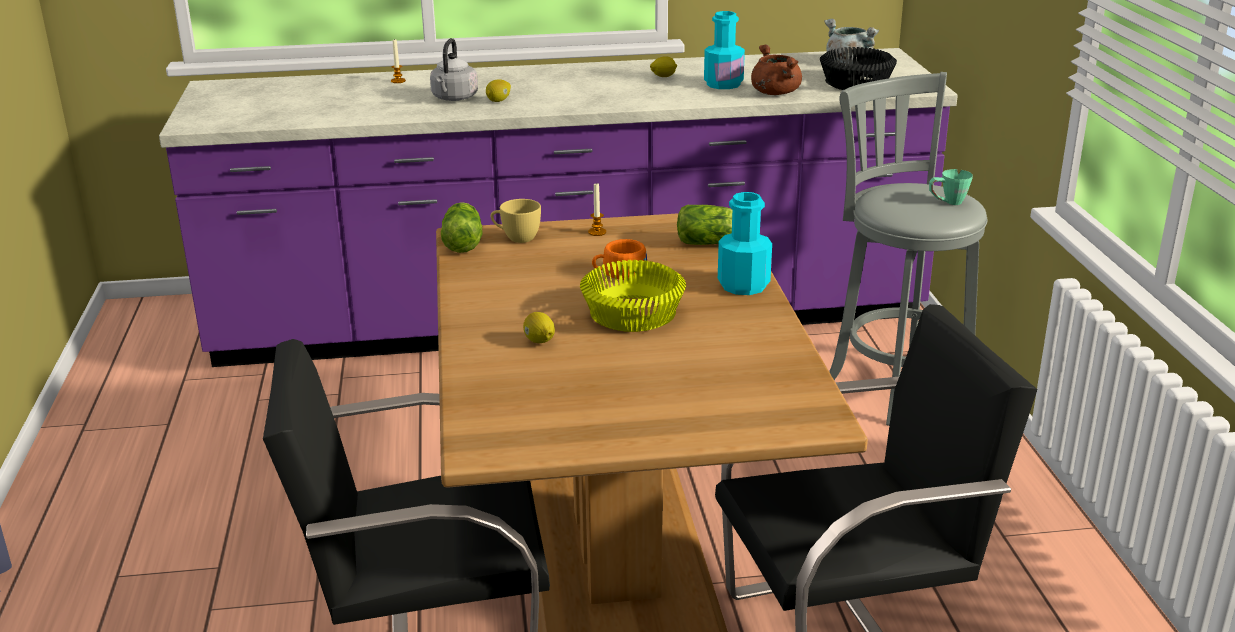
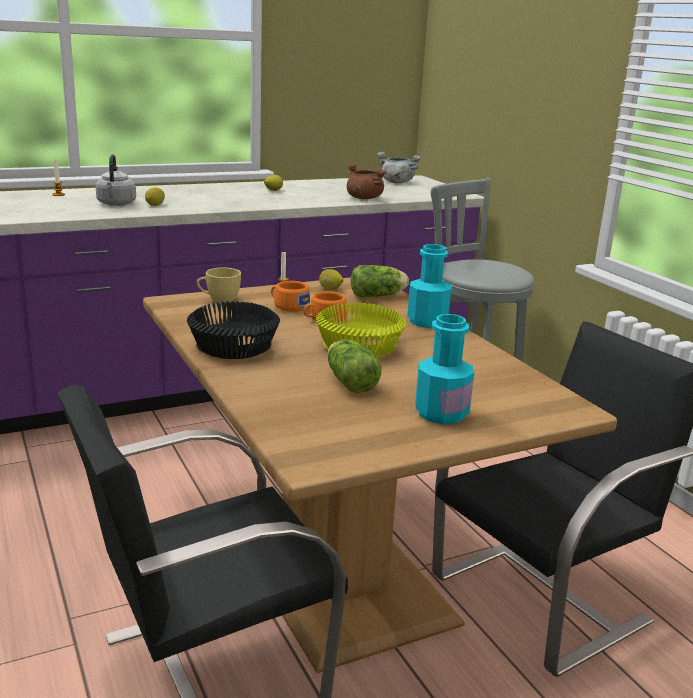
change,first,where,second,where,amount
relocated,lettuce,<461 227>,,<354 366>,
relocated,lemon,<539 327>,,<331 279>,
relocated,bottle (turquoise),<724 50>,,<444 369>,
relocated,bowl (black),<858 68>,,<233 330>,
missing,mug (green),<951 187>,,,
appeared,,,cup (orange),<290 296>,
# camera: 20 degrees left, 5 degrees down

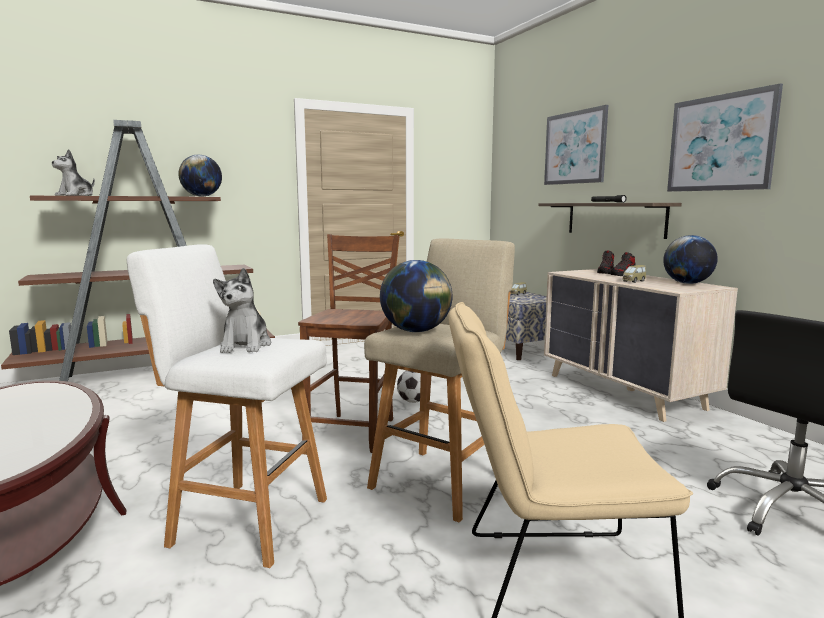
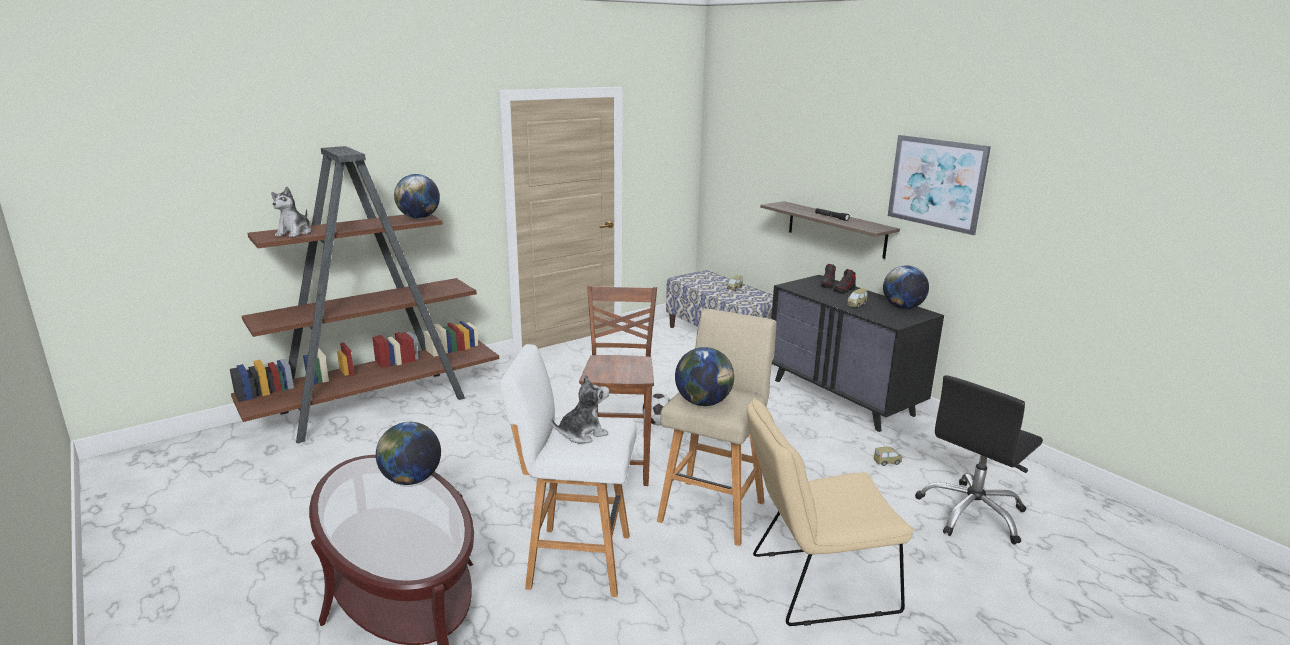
change,first,where,second,where,amount
spun,plush toy,<242 310>,,<580 409>,105 degrees counterclockwise
missing,picture,<576 145>,,,
colour,dresser (beige),<641 345>,dresser (black),<857 353>,
appeared,,,globe,<408 453>,
appeared,,,toy car,<888 456>,
# camera: 10 degrees left, 10 degrees up

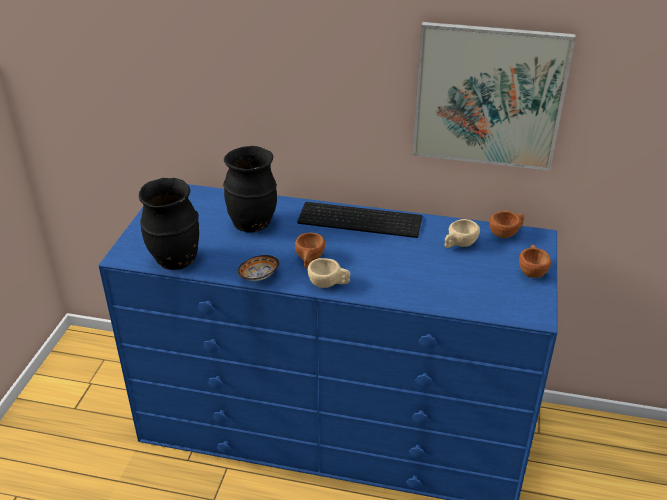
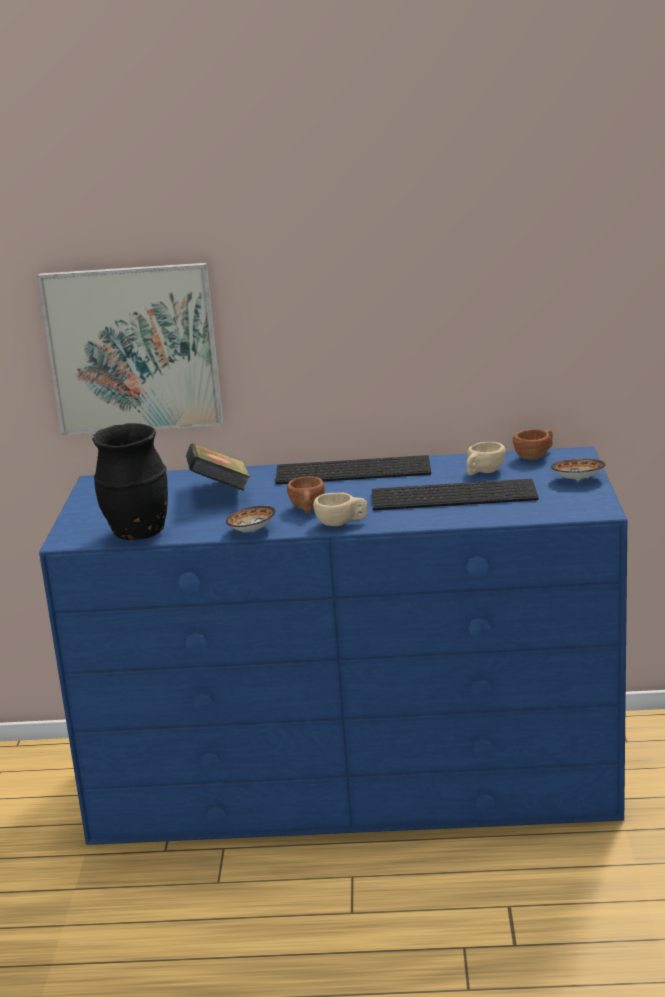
change,first,where,second,where,amount
exchanged,vase (black),<250 189>,book,<218 467>,
relocated,picture,<494 96>,,<130 349>,
exchanged,cup (brown),<535 261>,bowl,<578 469>,
appeared,,,keyboard,<455 494>,
# camera: 10 degrees left, 15 degrees down

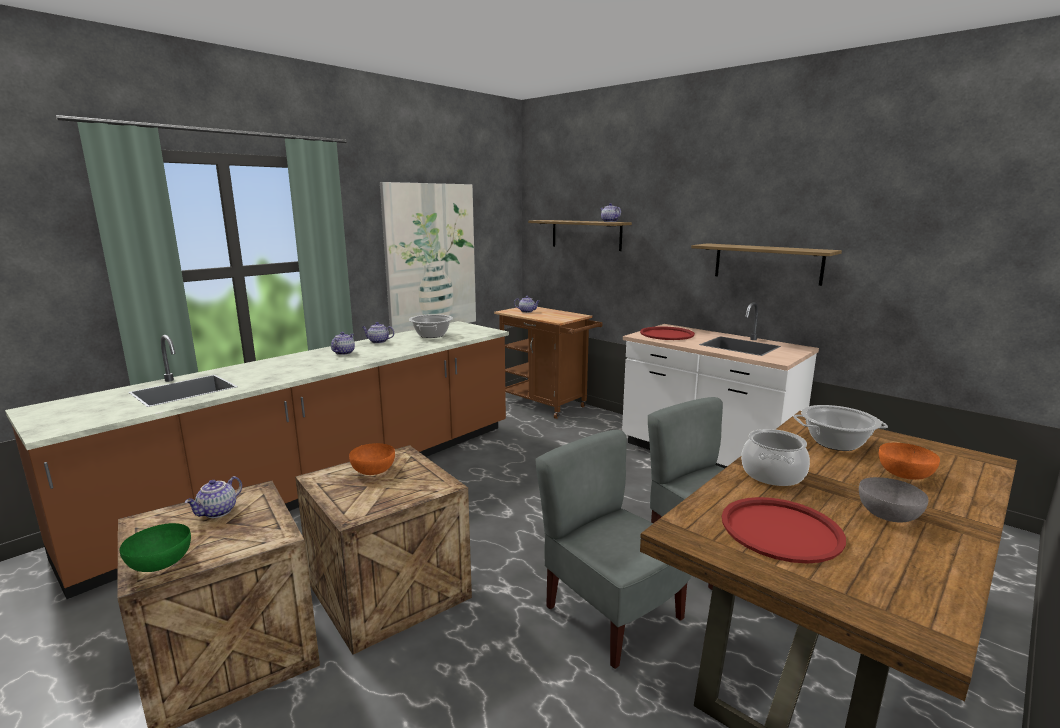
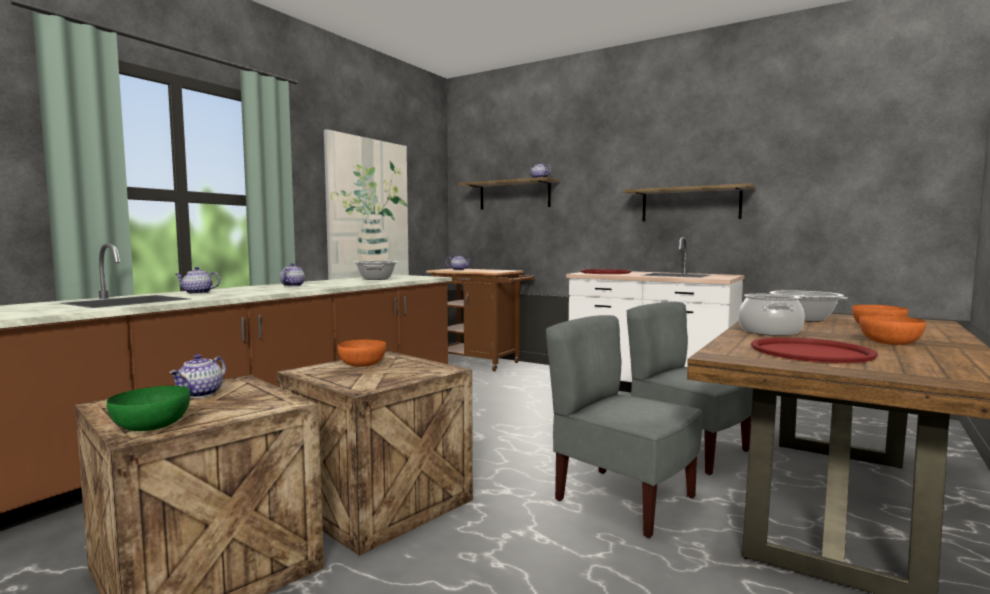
change,first,where,second,where,amount
relocated,teapot,<378 332>,,<197 280>,
colour,bowl (grey),<894 500>,bowl (orange),<892 330>,
# camera: 10 degrees left, 10 degrees down

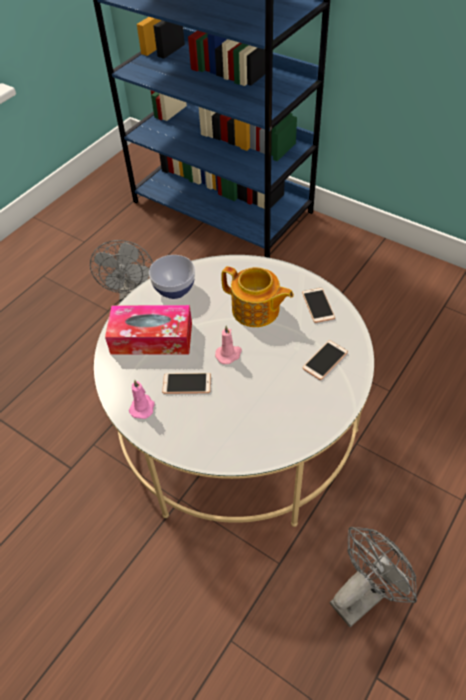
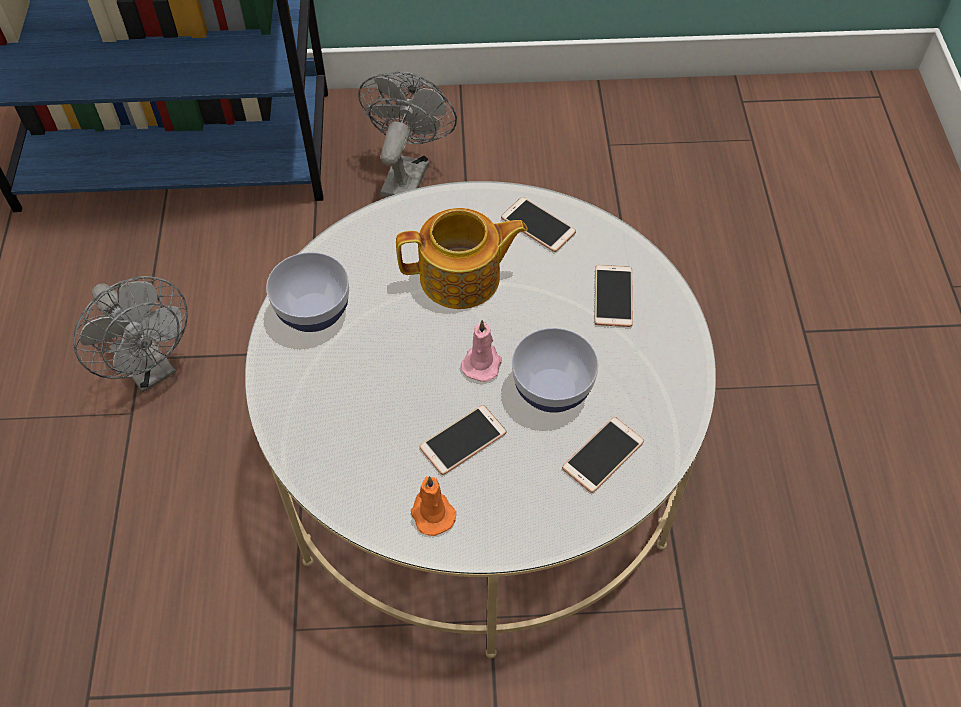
change,first,where,second,where,amount
missing,tissue box,<148 330>,,,
colour,candle (pink),<142 399>,candle (orange),<433 506>,
relocated,fan (grey),<373 577>,,<407 135>,
appeared,,,bowl,<555 370>,
appeared,,,phone,<603 455>,
# camera: 40 degrees left, 5 degrees up

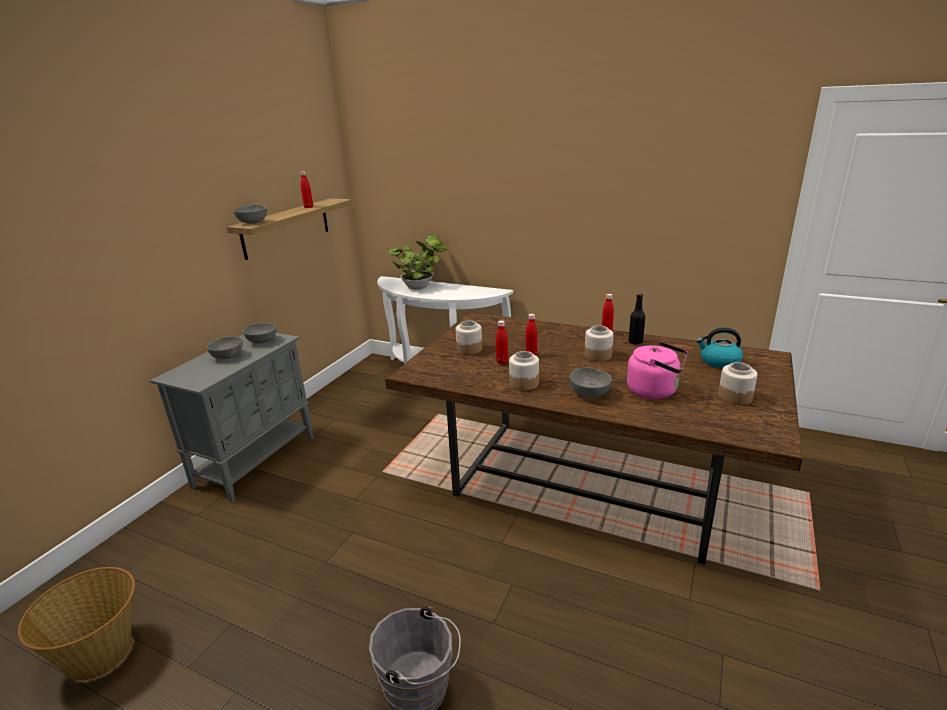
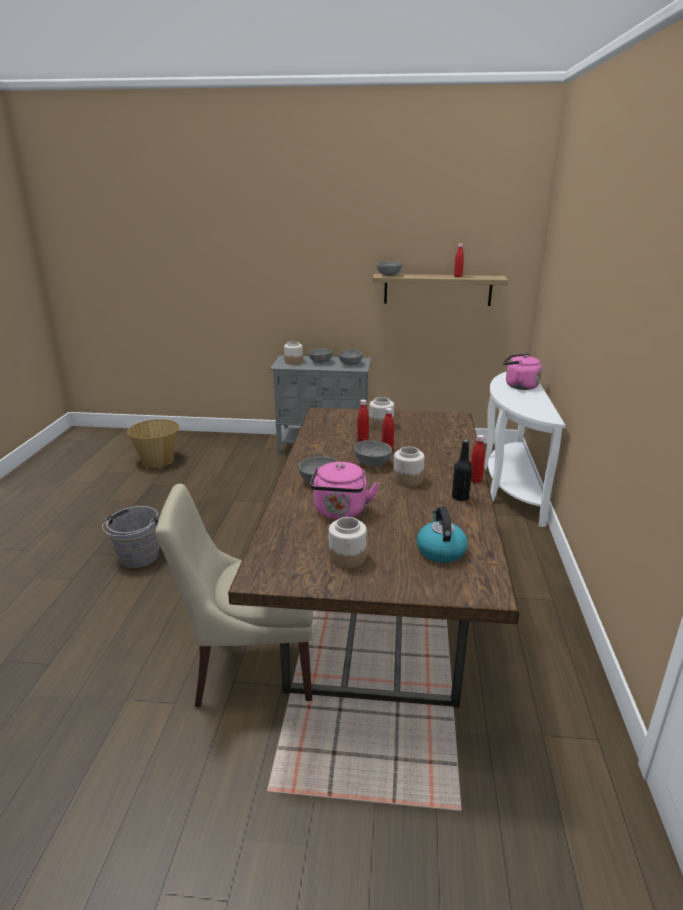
change,first,where,second,where,amount
exchanged,potted plant,<418 262>,kettle (pink),<522 371>,
relocated,jar,<524 371>,,<293 353>,
appeared,,,chair (beige),<234 595>,
appeared,,,bowl (grey),<373 453>,
# camera: 70 degrees right, 0 degrees up

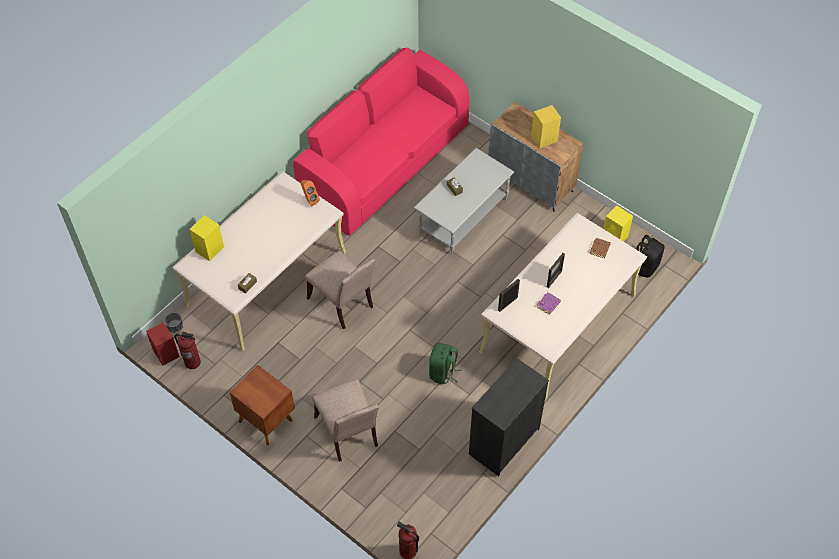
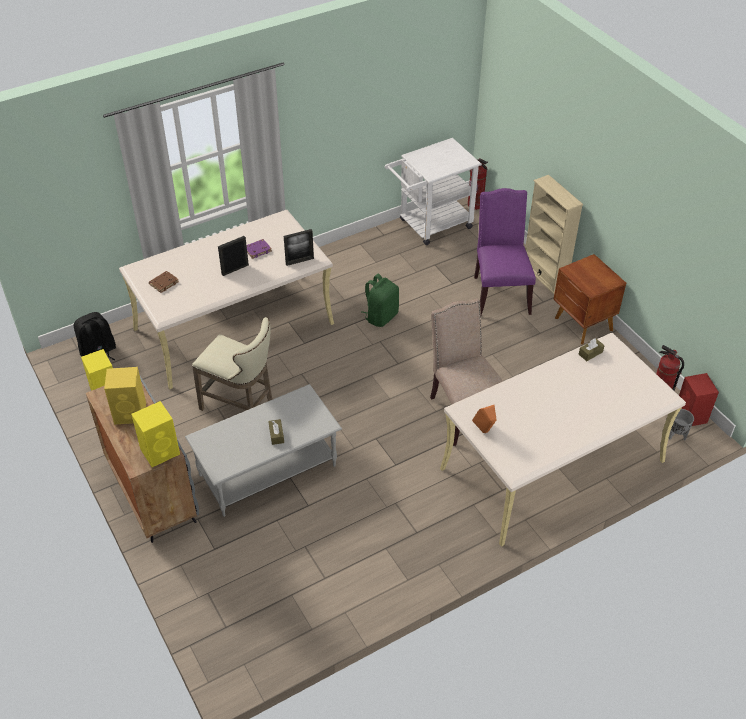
change,first,where,second,where,amount
relocated,speaker (yellow),<206 238>,,<155 434>,
missing,sofa (pink),<381 142>,,,
colour,chair (beige),<345 420>,chair (purple),<505 251>,
missing,dresser (black),<509 417>,,,
appeared,,,stool (beige),<232 364>,
appeared,,,cart (white),<433 191>,
appeared,,,bookcase (beige),<554 234>,
# camera: 160 degrees left, 10 degrees down

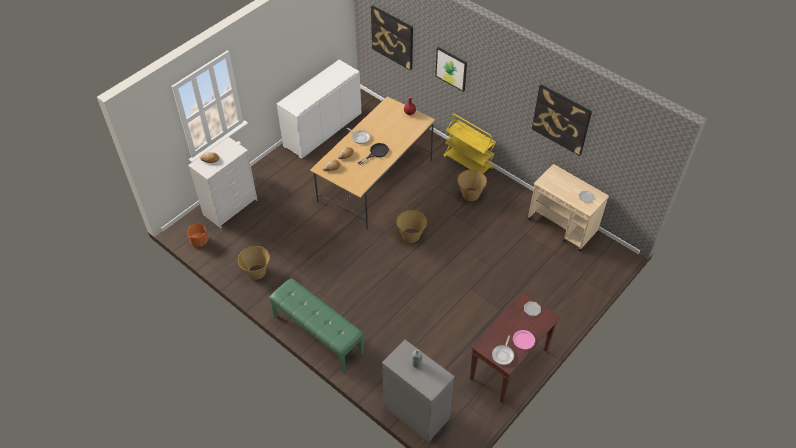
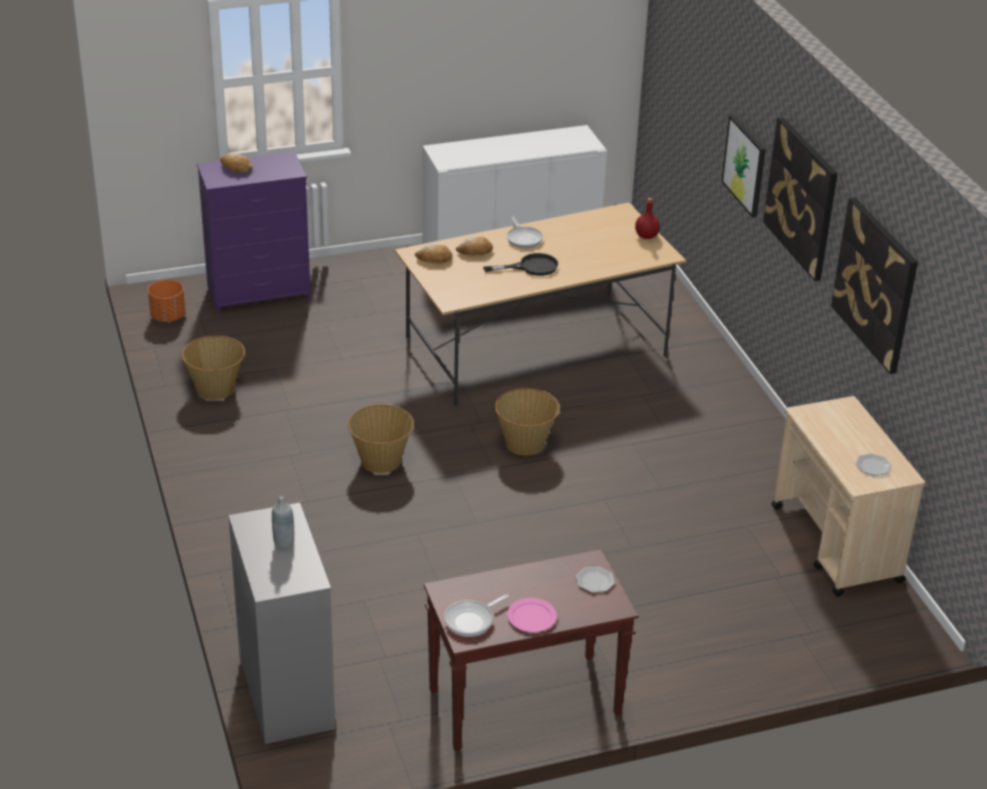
change,first,where,second,where,amount
colour,dresser (white),<222 182>,dresser (purple),<254 232>,
missing,bench (green),<316 325>,,,
relocated,picture,<392 38>,,<800 199>,
missing,cart (yellow),<469 144>,,,
relocated,basket,<472 185>,,<381 438>,
# camera: 30 degrees right, 15 degrees down

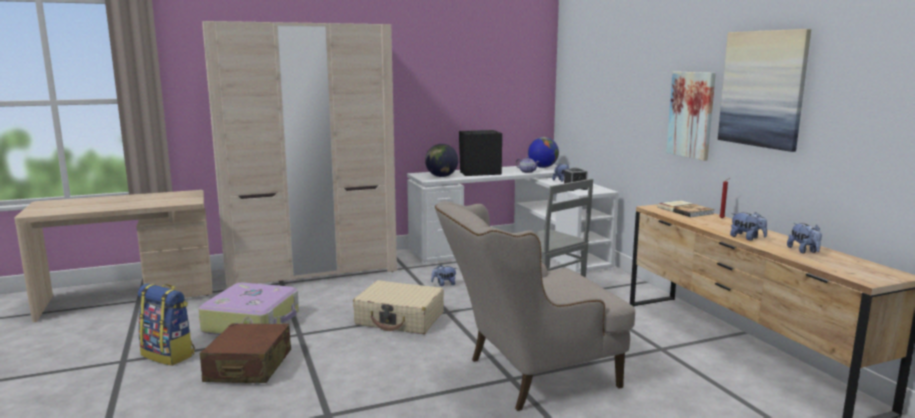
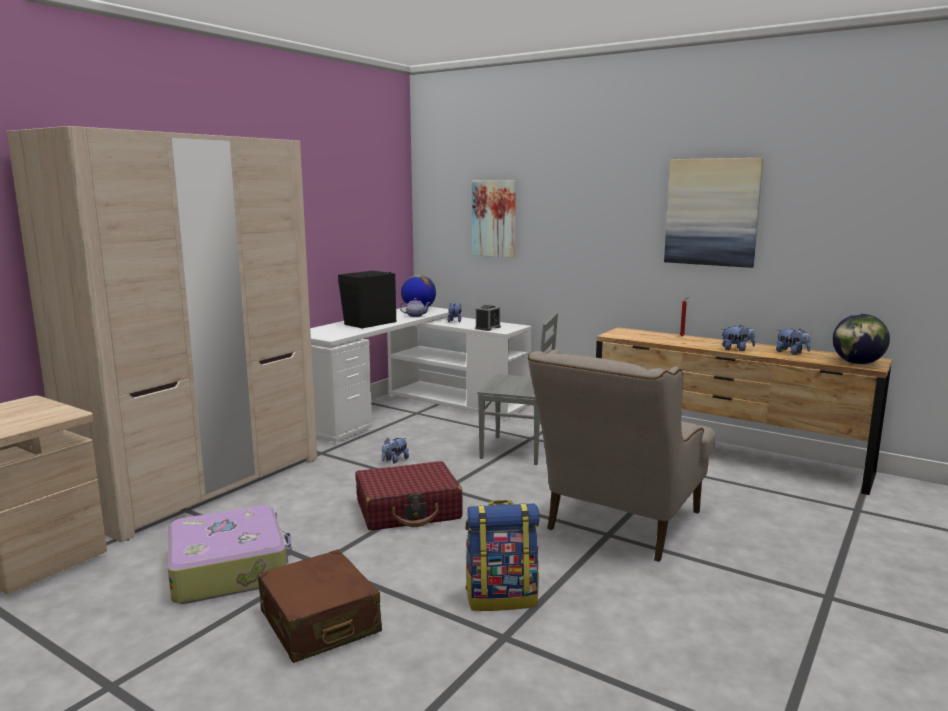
change,first,where,second,where,amount
relocated,backpack,<166 324>,,<502 555>,
colour,suitcase (beige),<398 307>,suitcase (red),<409 496>,
relocated,globe,<441 160>,,<861 339>,
missing,book,<686 208>,,,
relocated,picture,<691 116>,,<494 219>,
# camera: 35 degrees left, 0 degrees up

